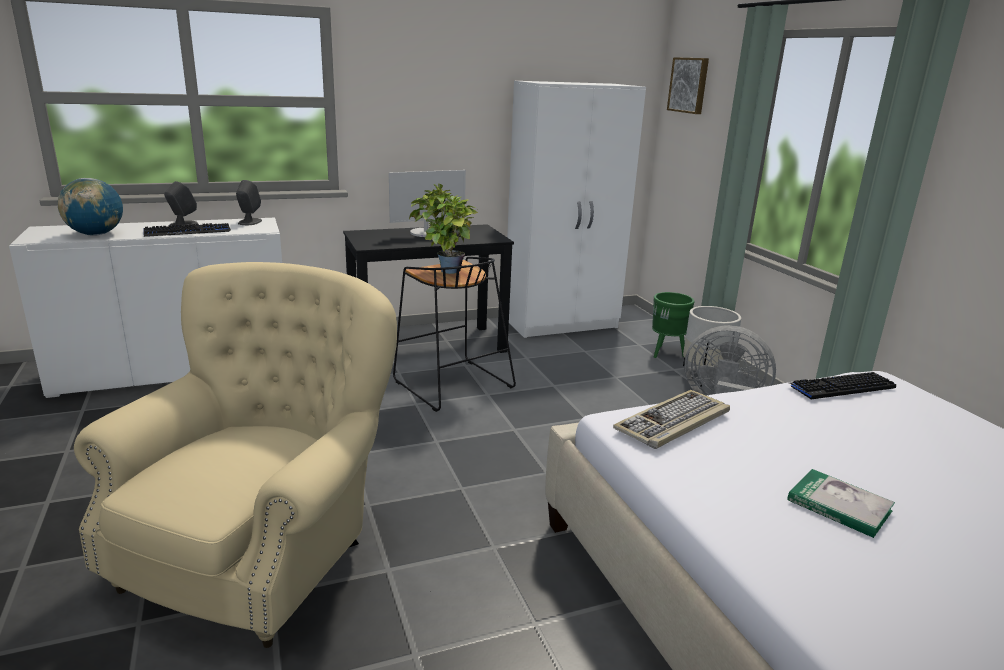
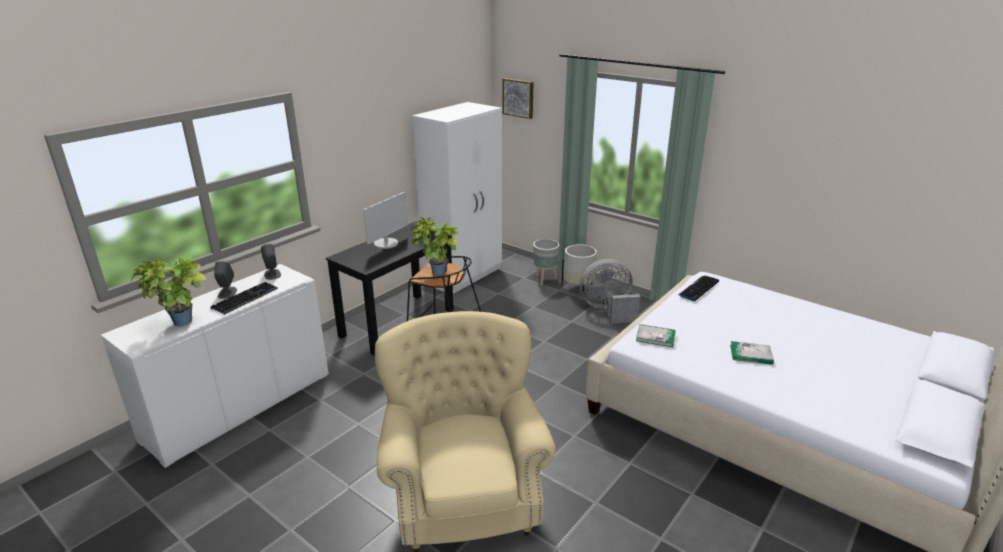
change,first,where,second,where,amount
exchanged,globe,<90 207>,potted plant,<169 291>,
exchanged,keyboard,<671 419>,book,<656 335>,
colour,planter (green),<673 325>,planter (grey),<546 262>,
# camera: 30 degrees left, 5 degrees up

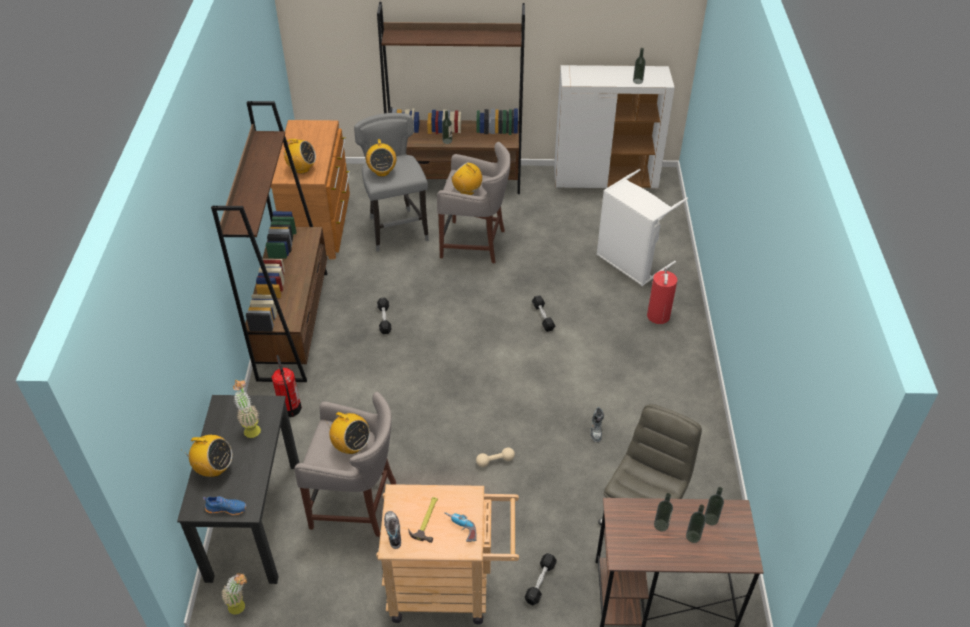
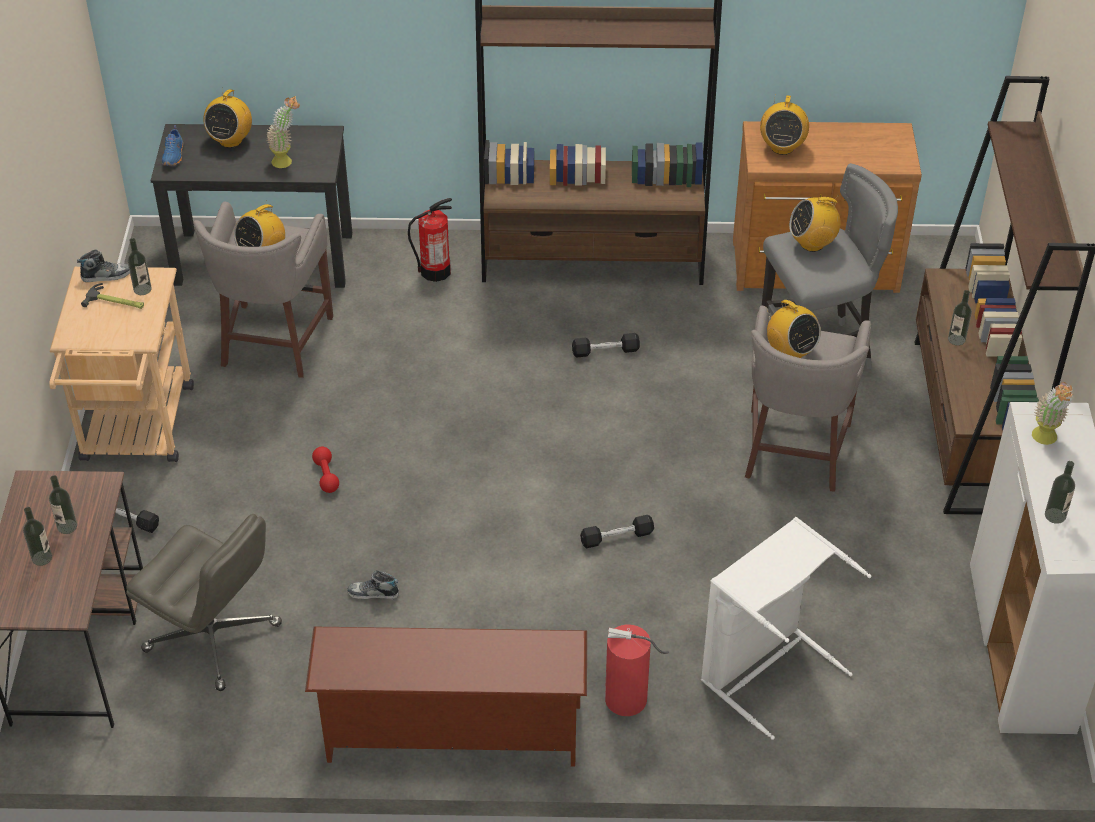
change,first,where,second,where,amount
relocated,potted plant,<234 594>,,<1053 413>,
missing,power drill,<460 527>,,,
spun,radio,<468 178>,,<793 329>,105 degrees clockwise
colour,dumbbell (beige),<495 457>,dumbbell (red),<325 470>,
relocated,bottle,<714 506>,,<140 266>,
appeared,,,shoe rack (brown),<446 697>,
# camera: 90 degrees right, 0 degrees up

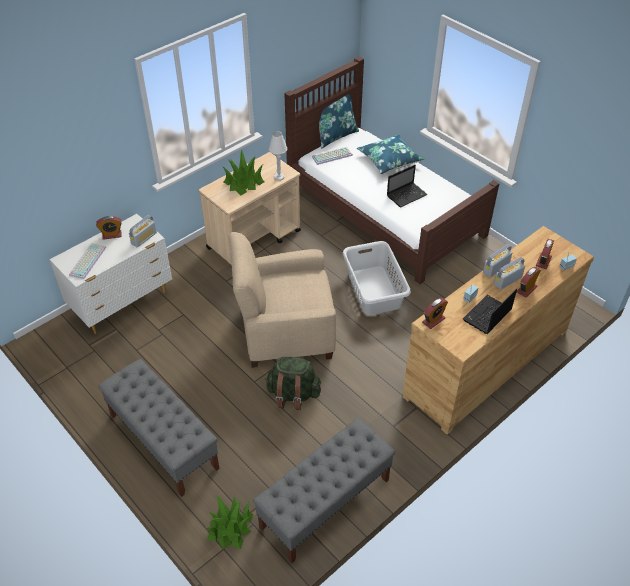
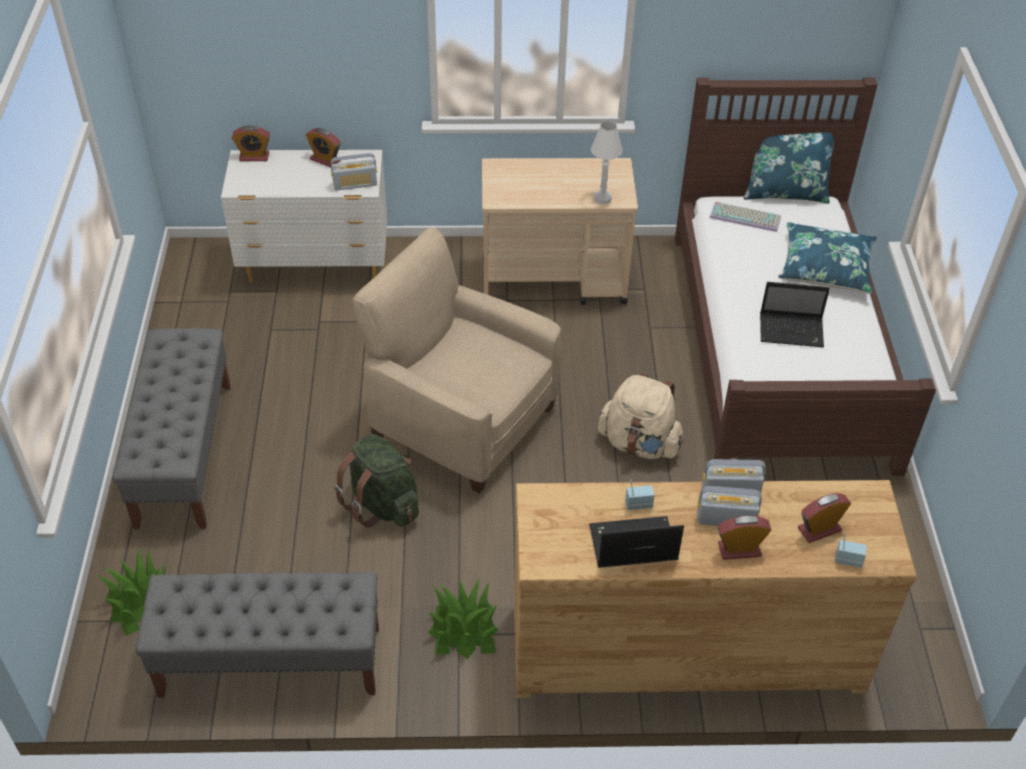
change,first,where,second,where,amount
missing,keyboard,<87 261>,,,
relocated,potted plant,<243 172>,,<463 619>,
exchanged,laundry basket (grey),<377 278>,backpack (beige),<641 416>,
relocated,alarm clock,<435 313>,,<251 143>,
# camera: 40 degrees right, 0 degrees up

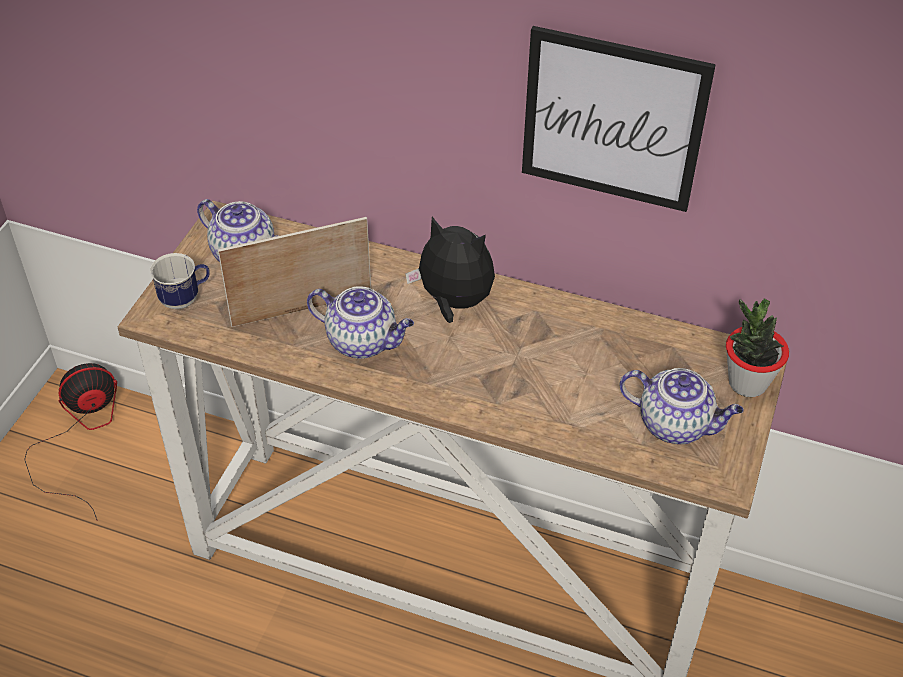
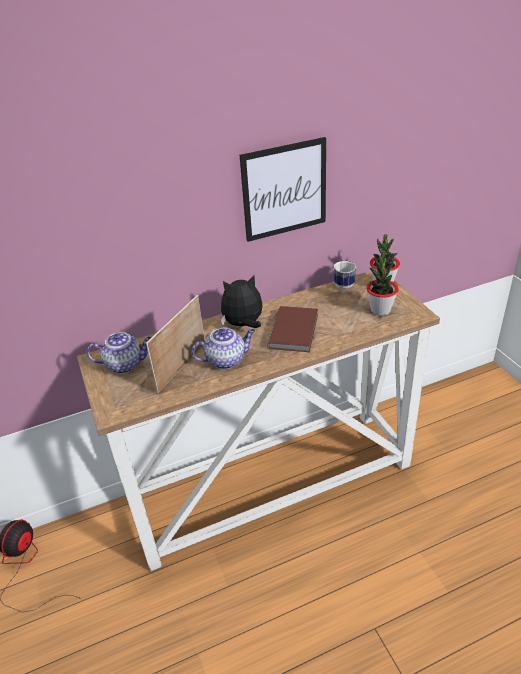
change,first,where,second,where,amount
relocated,mug,<180 281>,,<345 275>,
exchanged,teapot,<682 406>,potted plant,<382 283>,
appeared,,,book (brown),<292 329>,
# camera: 40 degrees left, 10 degrees down

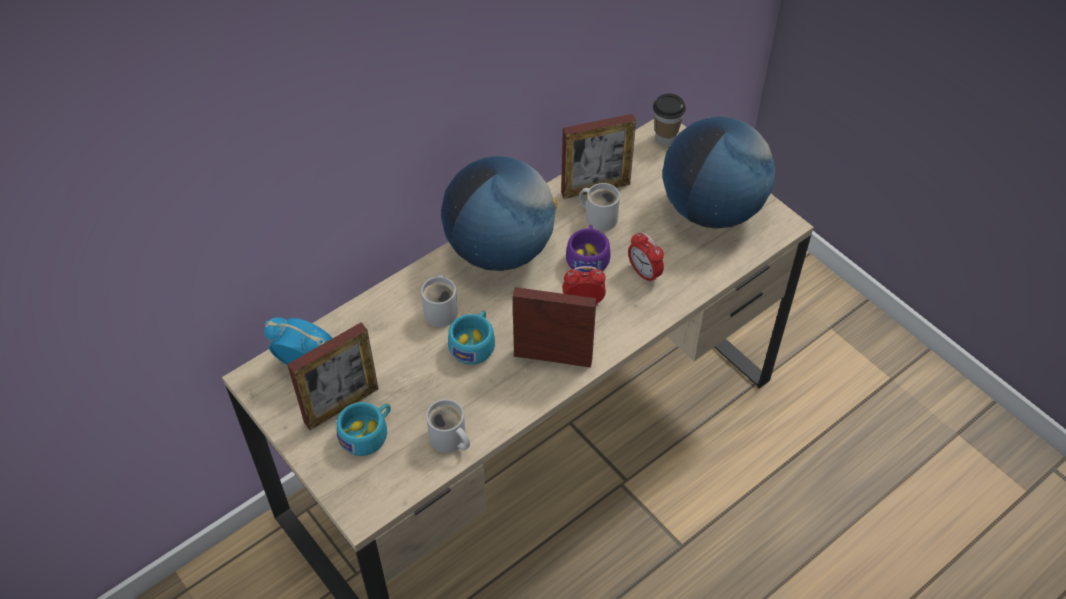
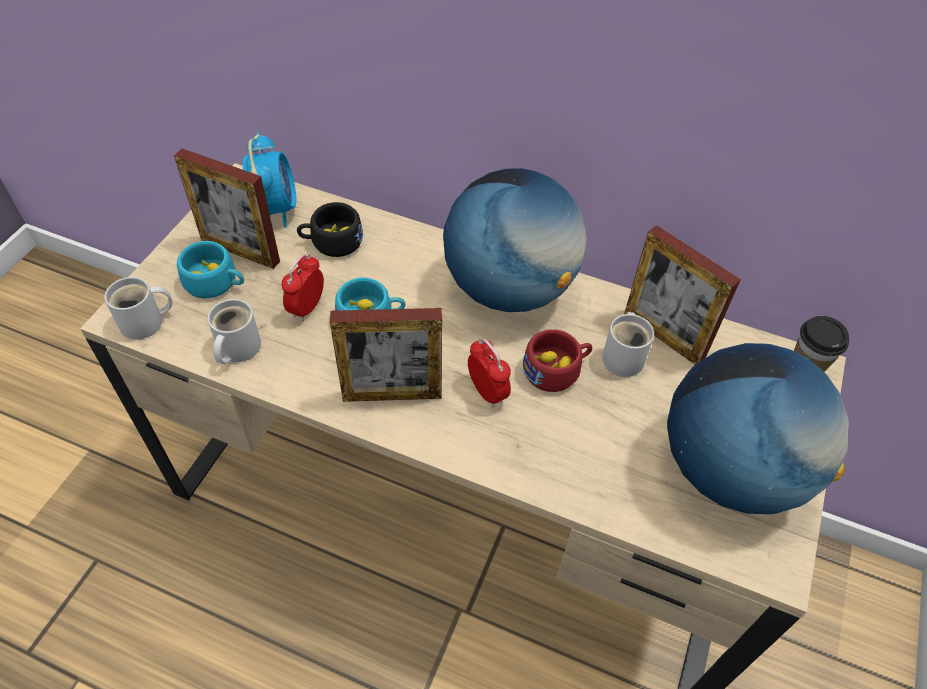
change,first,where,second,where,amount
relocated,mug (white),<439 301>,,<138 308>,
spun,picture frame,<555 327>,,<386 355>,105 degrees clockwise
colour,cup (purple),<588 248>,cup (red),<557 360>,
relocated,alarm clock,<646 258>,,<302 287>,
appeared,,,cup (black),<330 229>,
# camera: 60 degrees right, 0 degrees up

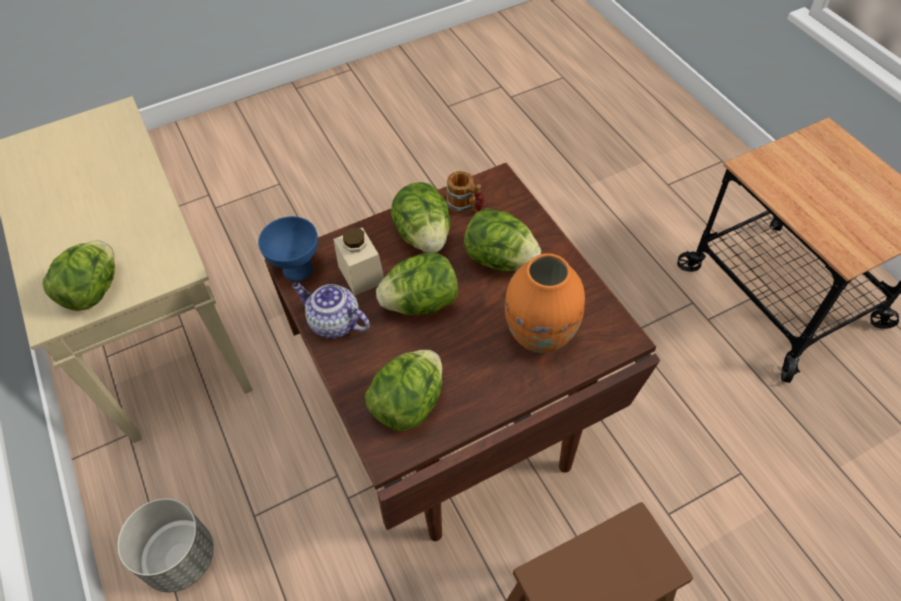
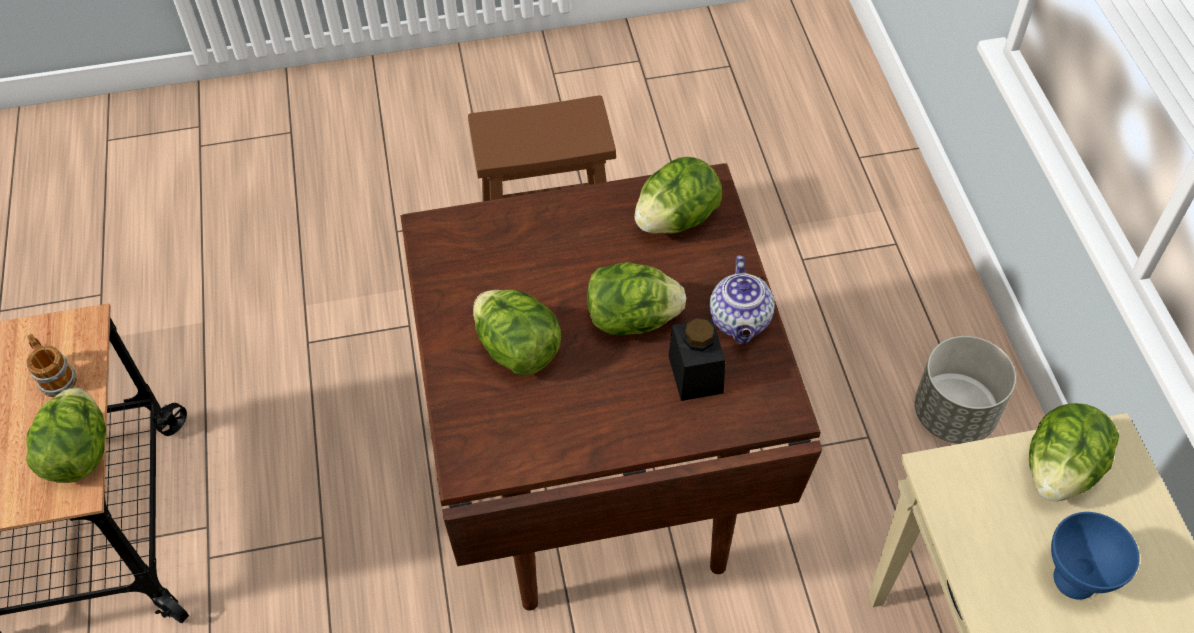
change,first,where,second,where,amount
relocated,bowl (blue),<288 249>,,<1095 556>,
spun,teapot,<331 310>,,<742 300>,45 degrees clockwise
colour,jar (beige),<358 261>,jar (black),<697 359>,
relocated,lettuce,<420 217>,,<66 435>,
relocated,mug,<466 192>,,<51 365>,
missing,vase (orange),<544 303>,,,
# camera: 165 degrees left, 0 degrees up

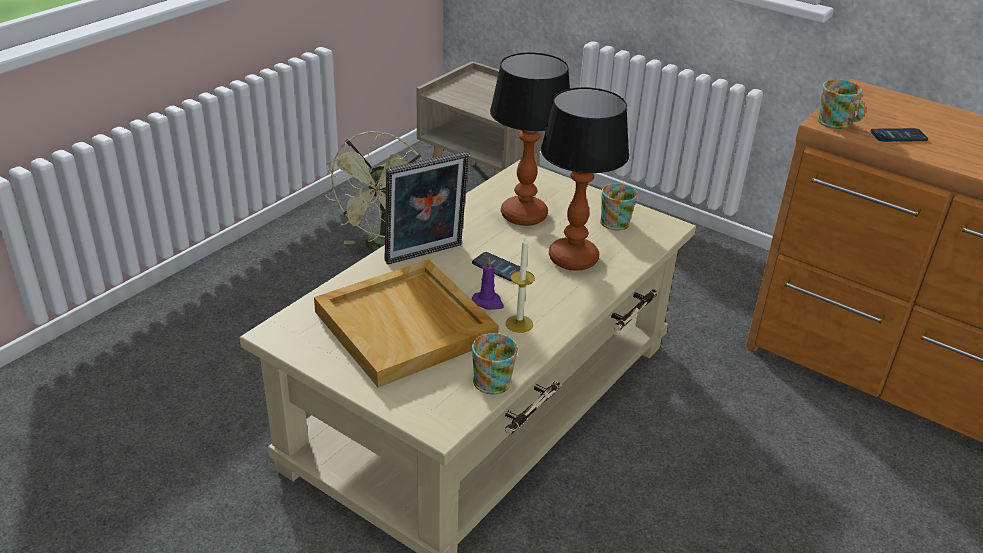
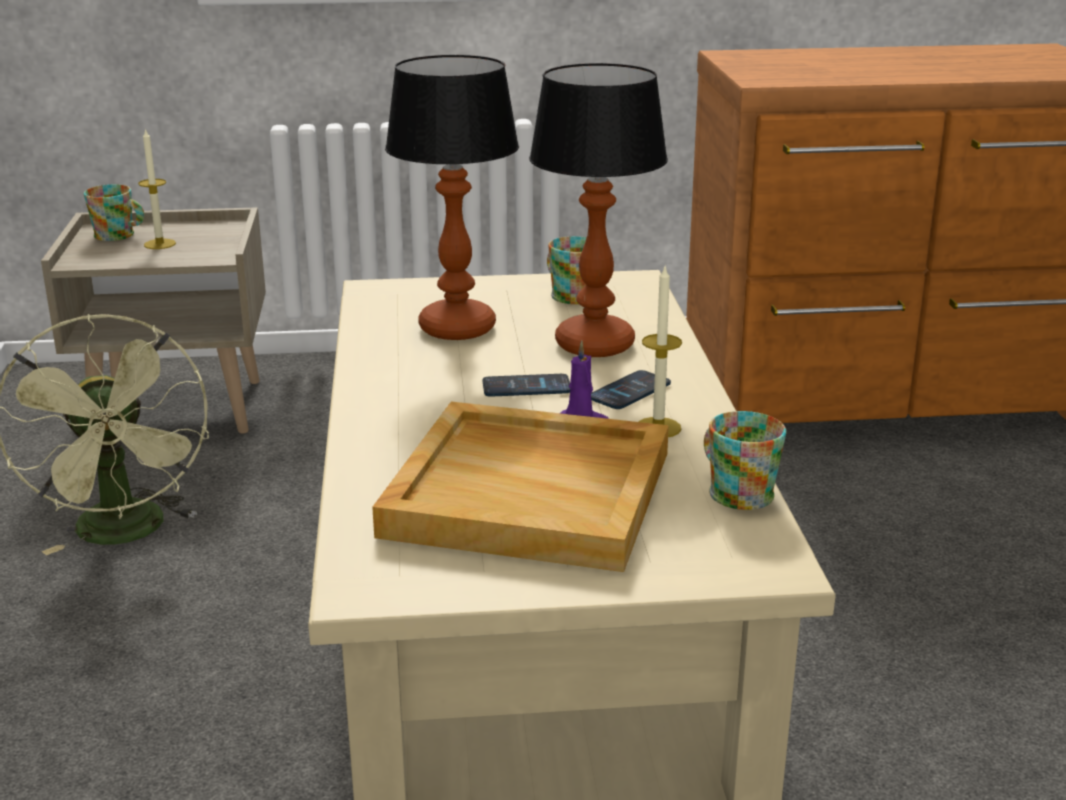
change,first,where,second,where,amount
missing,picture frame,<427 207>,,,
relocated,mug,<841 104>,,<114 212>,
relocated,phone,<899 135>,,<631 389>,
appeared,,,candle,<157 188>,
# camera: 40 degrees left, 10 degrees down

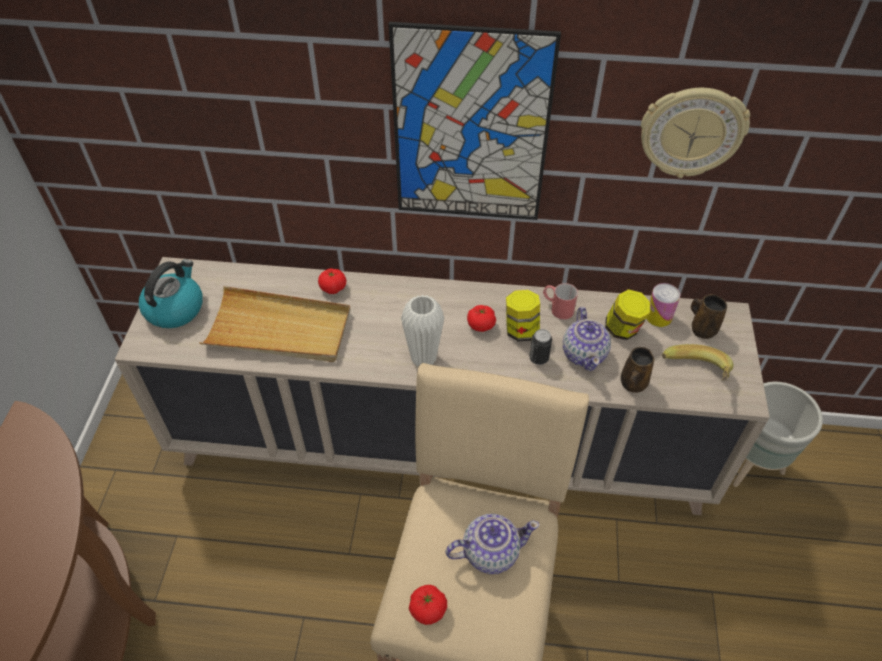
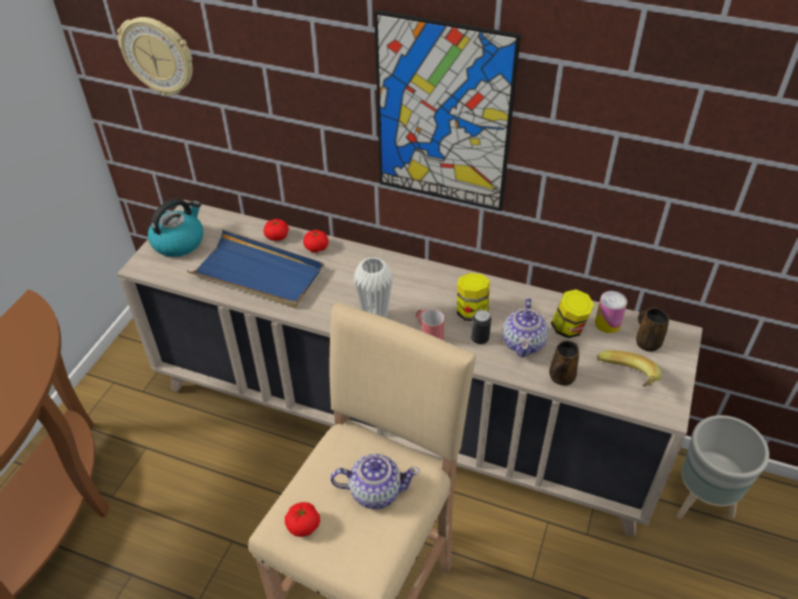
change,first,where,second,where,amount
colour,tray (beige),<275 324>,tray (blue),<255 269>,
relocated,tomato,<481 318>,,<276 230>,
relocated,mug (red),<560 301>,,<430 324>,
relocated,wall clock,<696 133>,,<155 56>,
# camera: 15 degrees right, 5 degrees down

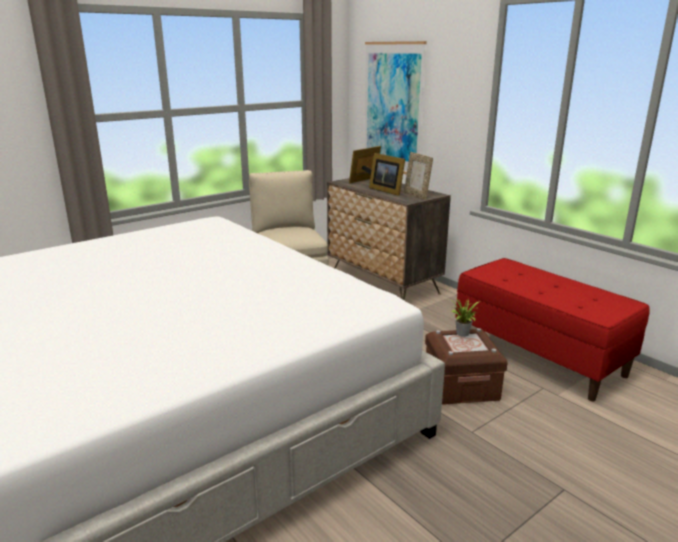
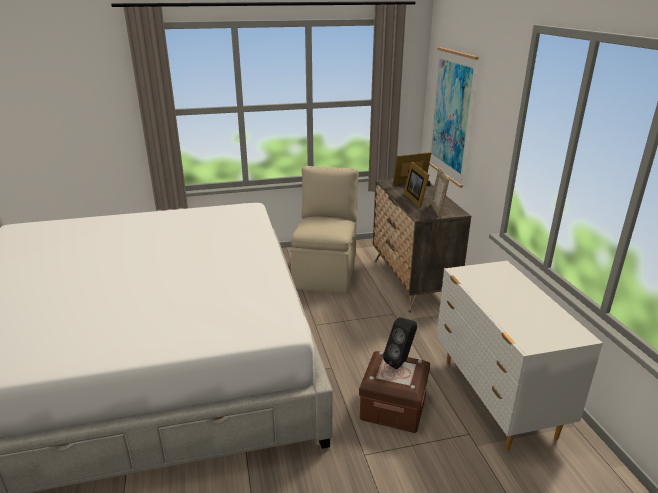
change,first,where,second,where,amount
exchanged,potted plant,<464 318>,speaker (black),<400 343>,
exchanged,bench (red),<552 329>,dresser (white),<519 355>,
# camera: 25 degrees right, 5 degrees up

